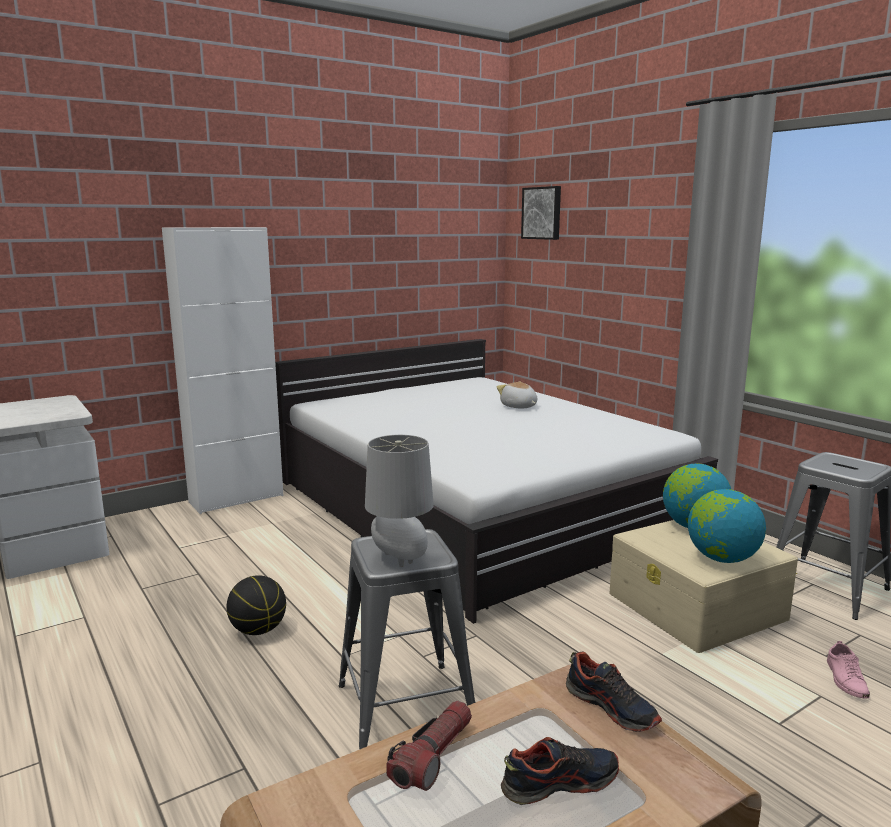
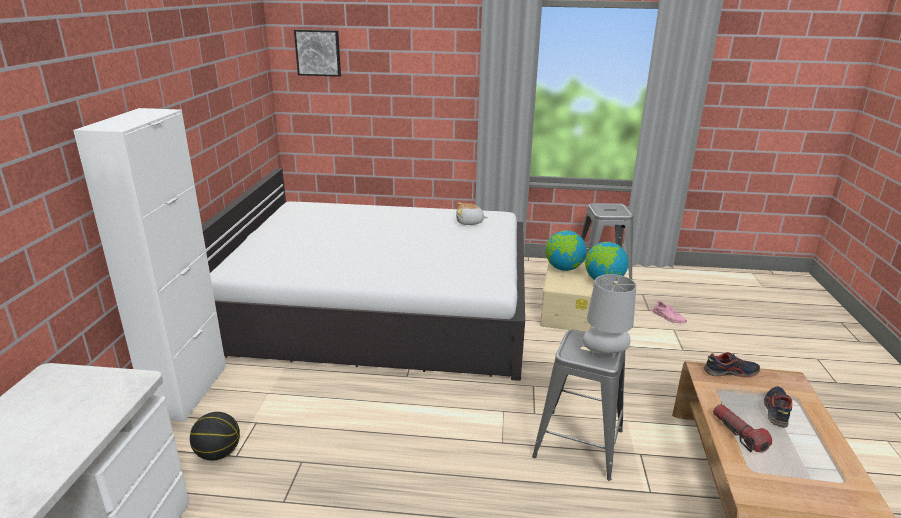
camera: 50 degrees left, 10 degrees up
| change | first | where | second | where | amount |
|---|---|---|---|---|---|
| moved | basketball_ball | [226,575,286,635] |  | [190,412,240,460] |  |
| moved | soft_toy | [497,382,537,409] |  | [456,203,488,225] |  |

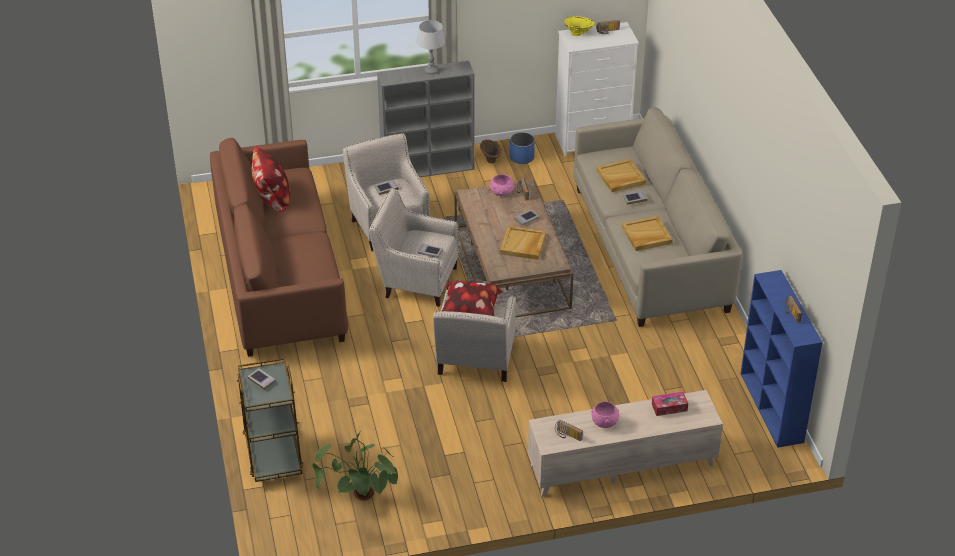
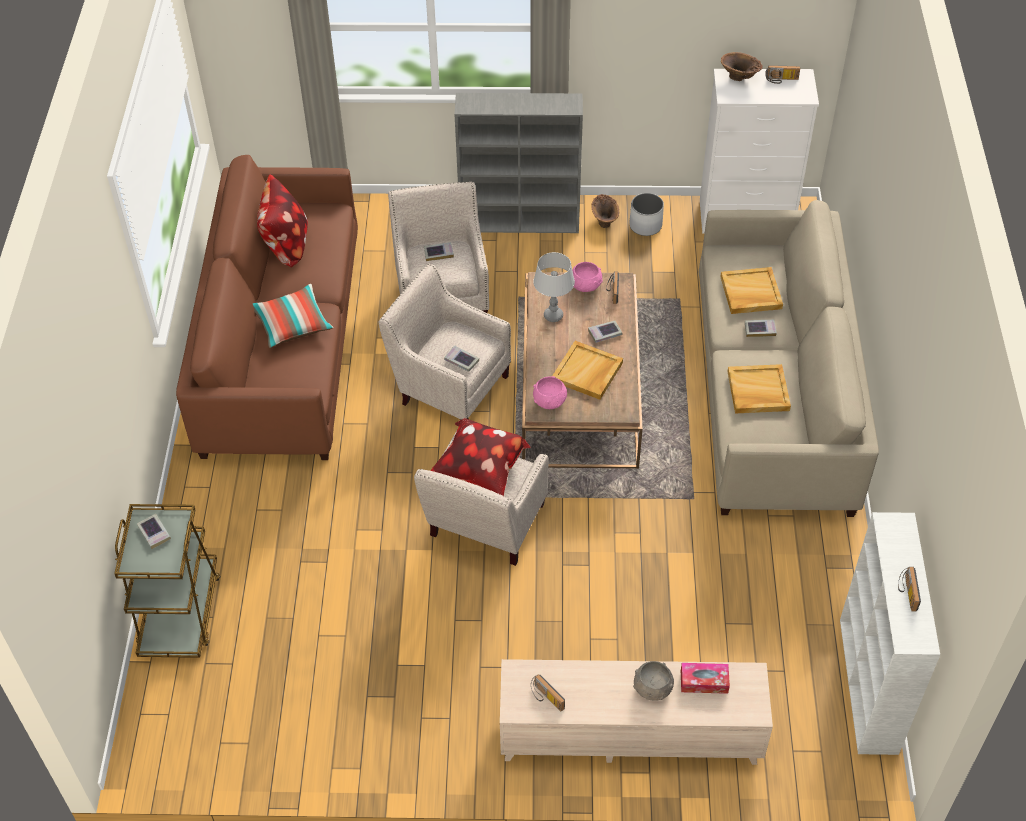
camera: 15 degrees right, 10 degrees up
| change | first | where | second | where | amount |
|---|---|---|---|---|---|
| added |  |  | pillow | [253,284,334,348] |  |
| moved | greyish_tabletop_lamp | [416,20,446,74] |  | [533,252,575,322] |  |
| moved | pinkish_deep_dish | [591,401,619,428] |  | [533,376,567,409] |  |
| recoloured | bluish_plant_pot | [510,132,535,164] | whitish_plant_pot | [630,193,664,236] |  |
| added |  |  | greyish_deep_dish | [633,661,674,701] |  |
| recoloured | yellow-coloured_decorative_vase | [564,16,595,36] | brownish_decorative_vase | [721,52,763,81] |  |
| recoloured | bluish_shelving_unit | [740,270,823,448] | whitish_shelving_unit | [840,512,940,755] |  |
| removed | houseplant | [312,432,398,500] |  |  |  |

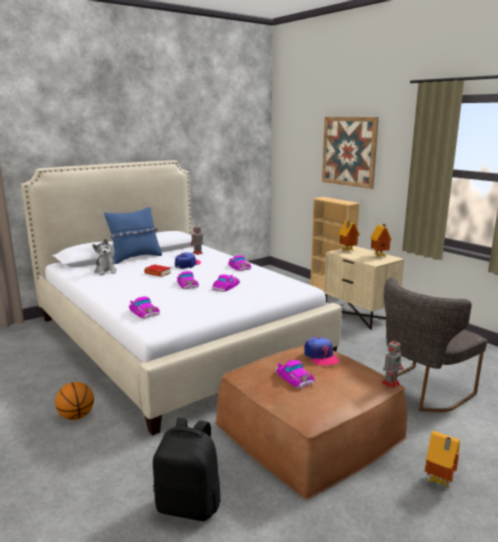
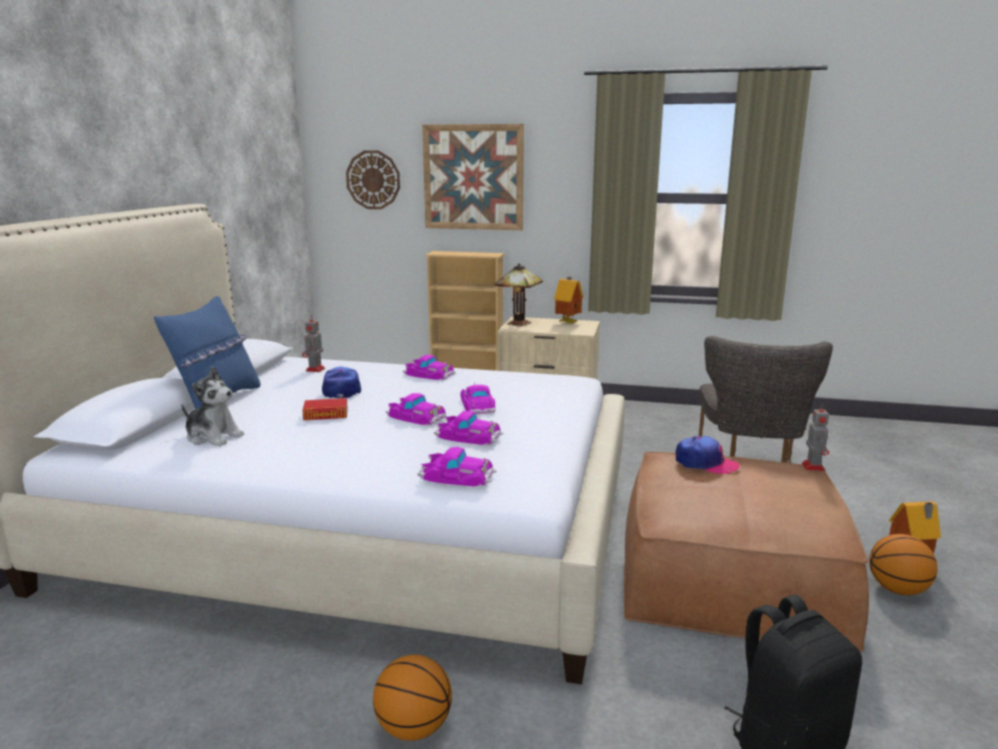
camera: 40 degrees left, 0 degrees up
| change | first | where | second | where | amount |
|---|---|---|---|---|---|
| added |  |  | clock_on_the_wall | [346,151,400,209] |  |
| moved | toy_car | [276,360,315,388] |  | [434,411,503,445] |  |
| replaced | model_house | [339,221,360,252] | tabletop_lamp | [495,263,543,326] |  |
| added |  |  | basketball_ball | [869,534,938,595] |  |

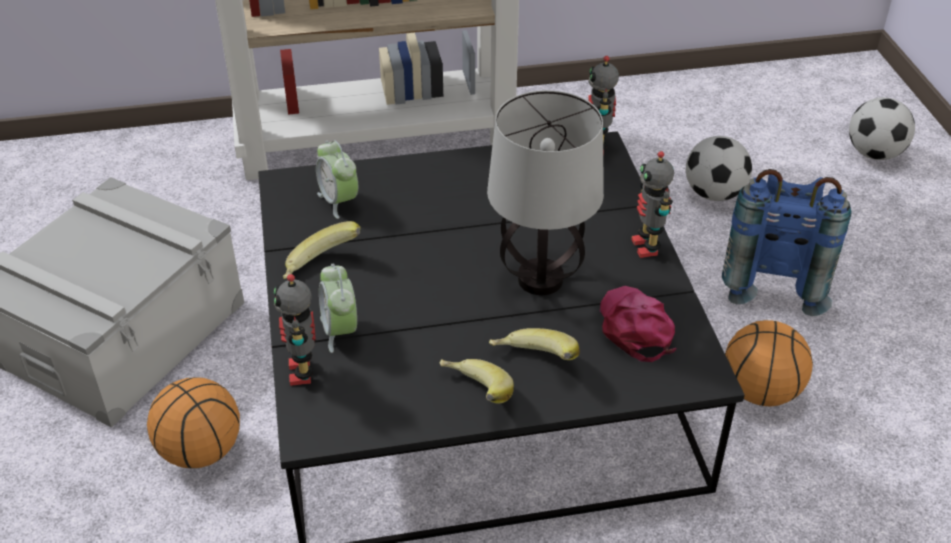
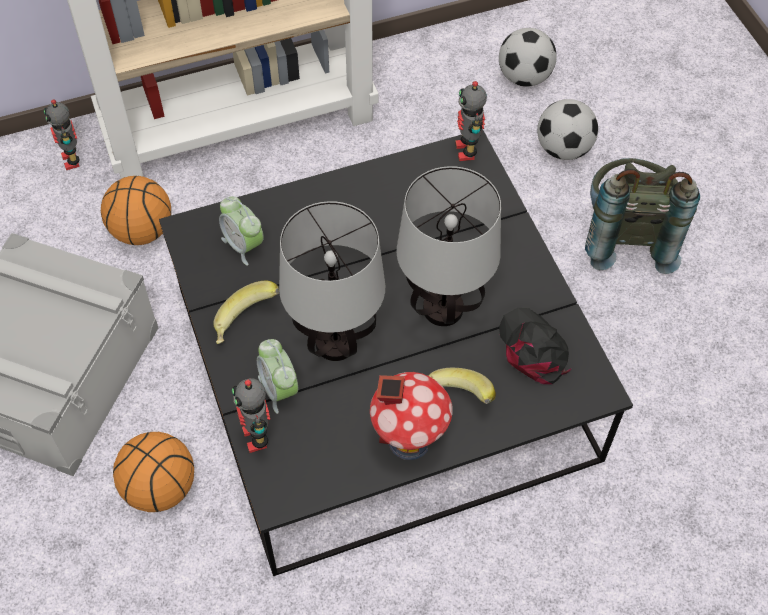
camera: 10 degrees left, 15 degrees up
| change | first | where | second | where | amount |
|---|---|---|---|---|---|
| moved | model_robot | [631,151,674,258] |  | [44,99,80,170] |  |
| moved | basketball_ball | [725,320,813,407] |  | [101,176,171,245] |  |
| added |  |  | tabletop_lamp | [279,201,385,361] |  |
| replaced | banana_fruit | [440,359,514,404] | model_house | [370,372,453,460] |  |
| moved | football | [849,97,915,160] |  | [499,28,557,87] |  |
| recoloured | pinkish_baseball_cap | [600,286,676,362] | black-coloured_baseball_cap | [499,308,572,384] |  |
| recoloured | bluish_knapsack | [722,169,851,316] | greyish_knapsack | [585,158,700,274] |  |

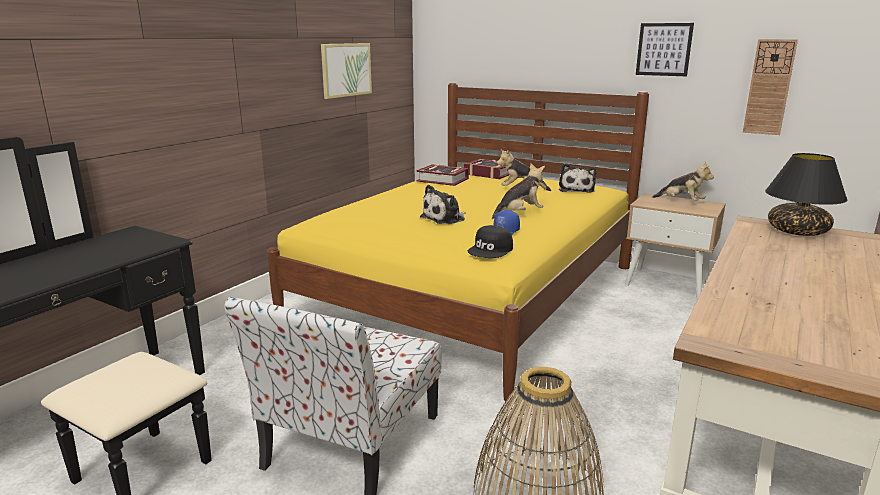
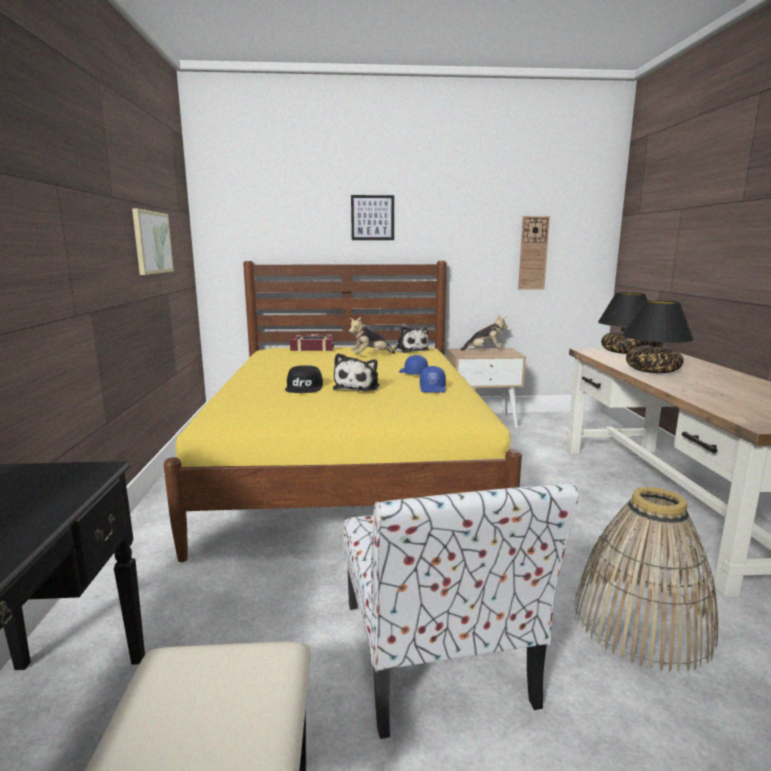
camera: 35 degrees left, 5 degrees down
| change | first | where | second | where | amount |
|---|---|---|---|---|---|
| moved | black-coloured_baseball_cap | [468,225,513,258] |  | [285,365,323,393] |  |
| moved | picture | [636,23,694,76] |  | [351,195,394,240] |  |
| replaced | soft_toy | [492,164,545,219] | bluish_baseball_cap | [399,355,428,375] |  |
| added |  |  | black-coloured_tabletop_lamp | [622,300,694,373] |  |
| removed | book | [416,164,469,186] |  |  |  |

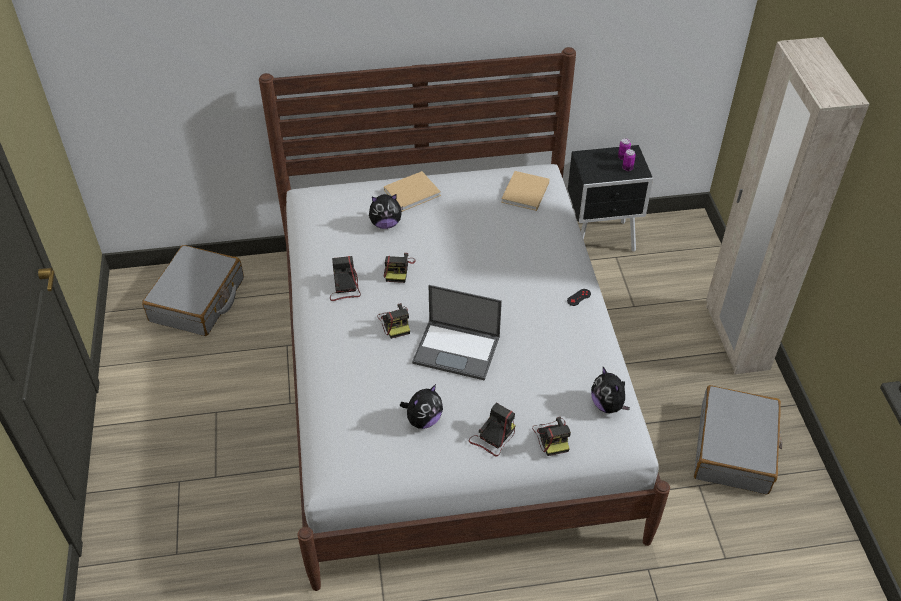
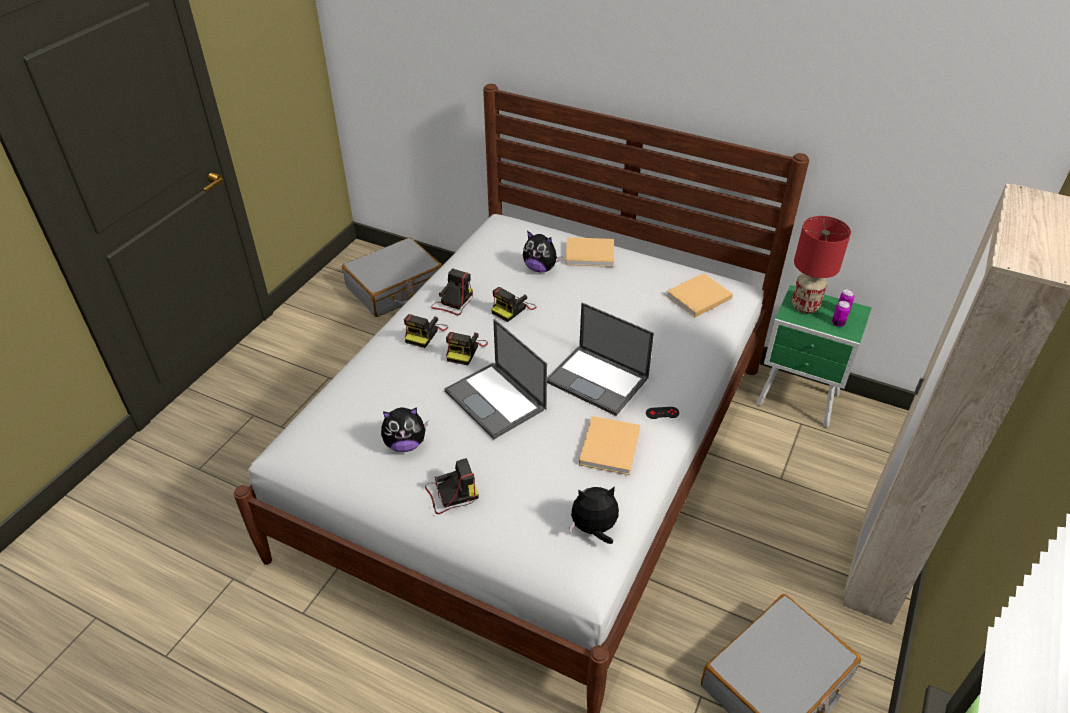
camera: 35 degrees right, 5 degrees down
| change | first | where | second | where | amount |
|---|---|---|---|---|---|
| moved | photo_camera | [532,417,571,456] |  | [404,314,448,348] |  |
| added |  |  | laptop | [547,302,654,416] |  |
| turned | soft_toy | [591,367,630,413] |  | [570,486,619,544] | 75 degrees clockwise |
| added |  |  | beige_book | [579,416,640,475] |  |
| recoloured | black-coloured_nightstand | [568,145,653,252] | greenish_nightstand | [757,285,872,428] |  |
| added |  |  | red-coloured_tabletop_lamp | [792,216,851,314] |  |

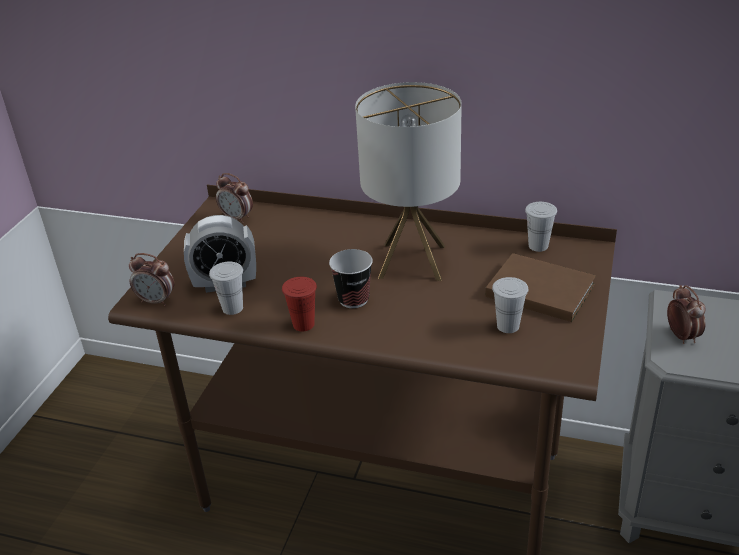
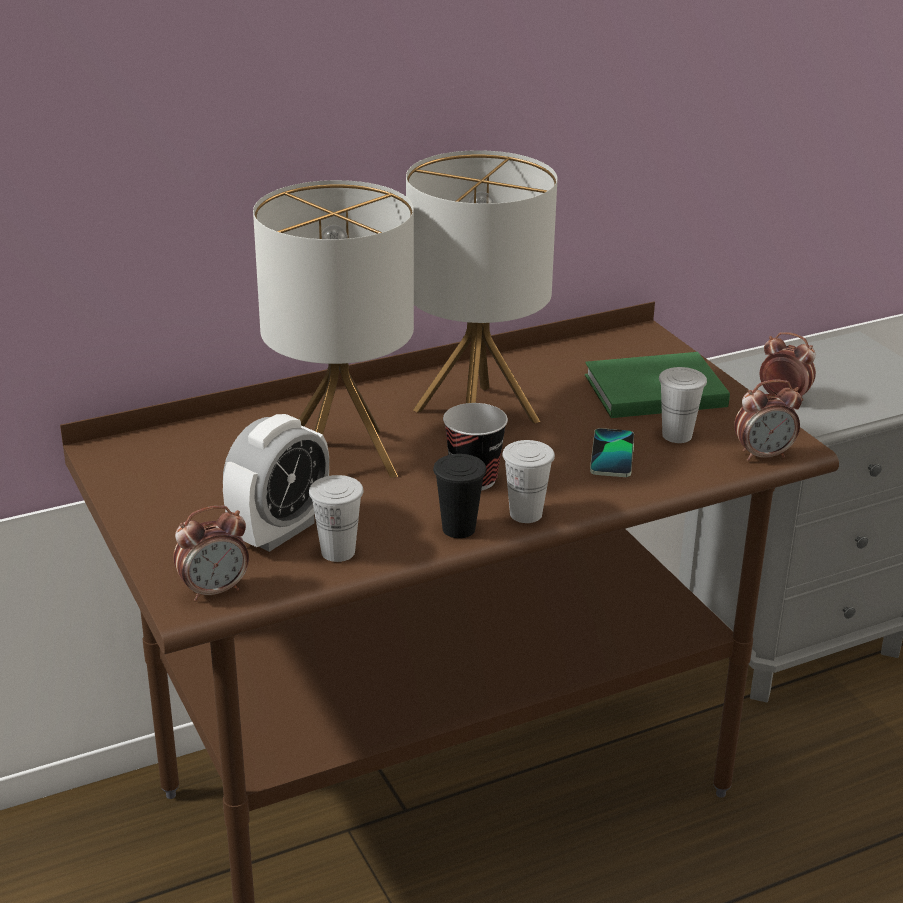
camera: 45 degrees left, 5 degrees down
| change | first | where | second | where | amount |
|---|---|---|---|---|---|
| added |  |  | tabletop_lamp | [253,180,414,477] |  |
| recoloured | red-coloured_cup | [282,277,317,332] | black-coloured_cup | [433,454,486,538] |  |
| moved | whitish_cup | [525,202,557,252] |  | [502,440,555,523] |  |
| recoloured | brownish_book | [485,253,596,322] | greenish_book | [585,352,730,418] |  |
| added |  |  | handset | [590,428,634,477] |  |
| moved | bedside_clock | [216,173,253,223] |  | [734,380,802,461] |  |

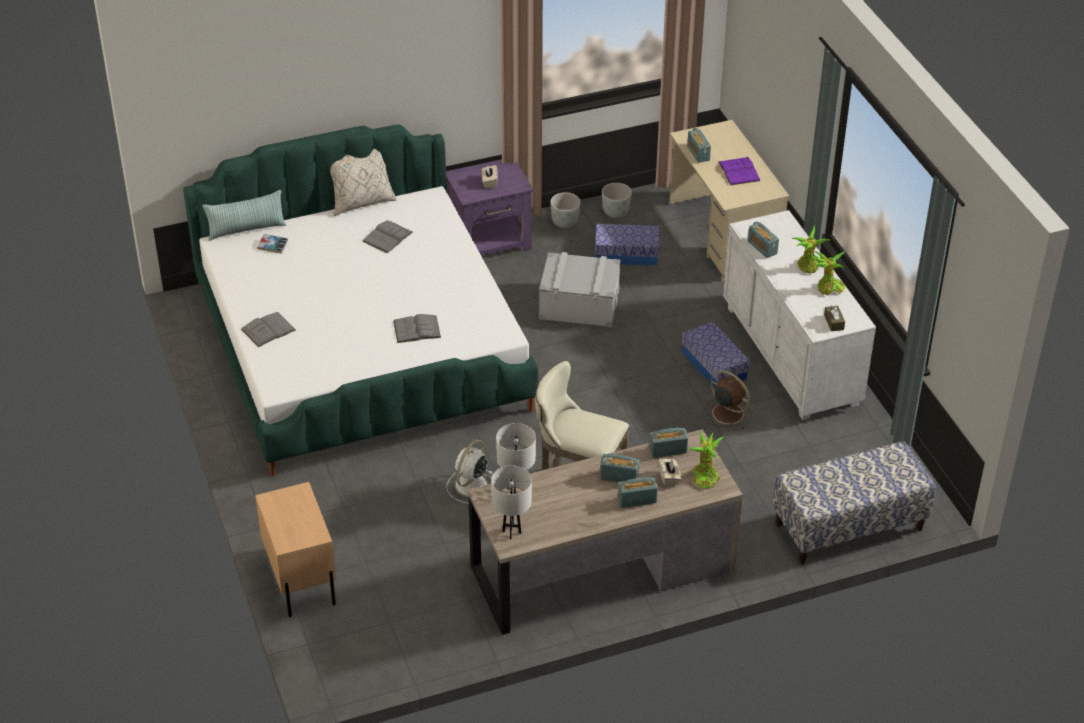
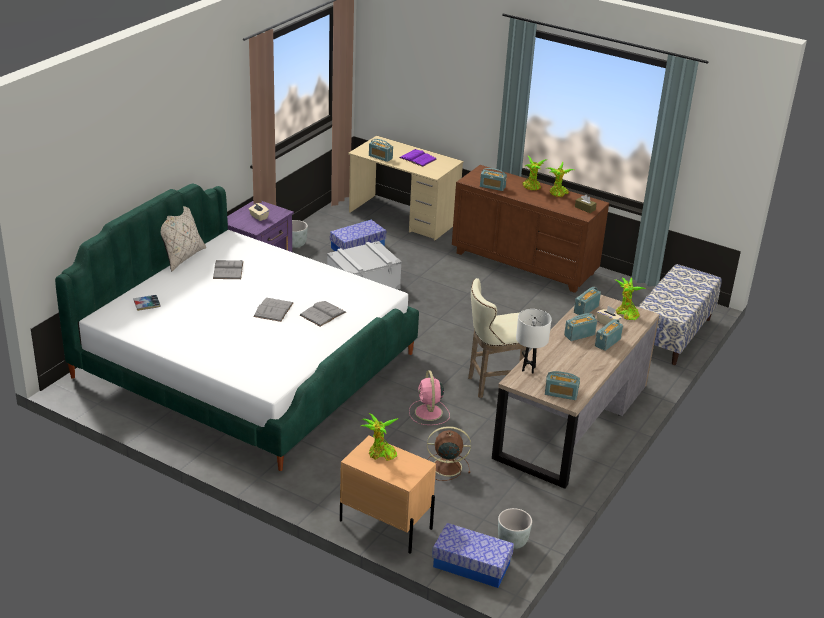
camera: 40 degrees left, 10 degrees down
| change | first | where | second | where | amount |
|---|---|---|---|---|---|
| moved | greyish_book | [241,312,296,347] |  | [253,298,293,322] |  |
| added |  |  | houseplant | [361,413,398,461] |  |
| recoloured | whitish_electric_fan | [447,440,493,504] | pinkish_electric_fan | [409,370,450,425] |  |
| moved | brownish_electric_fan | [703,371,752,429] |  | [427,426,471,481] |  |
| moved | storage_container | [682,321,750,388] |  | [432,523,514,588] |  |
| recoloured | whitish_drawer_chest | [723,210,876,420] | brownish_drawer_chest | [452,165,609,293] |  |
| moved | greyish_plant_pot | [602,183,632,218] |  | [498,508,532,549] |  |
| replaced | whitish_tabletop_lamp | [491,465,532,539] | radio_receiver | [545,371,580,400] |  |
| removed | pillow | [202,190,286,241] |  |  |  |

